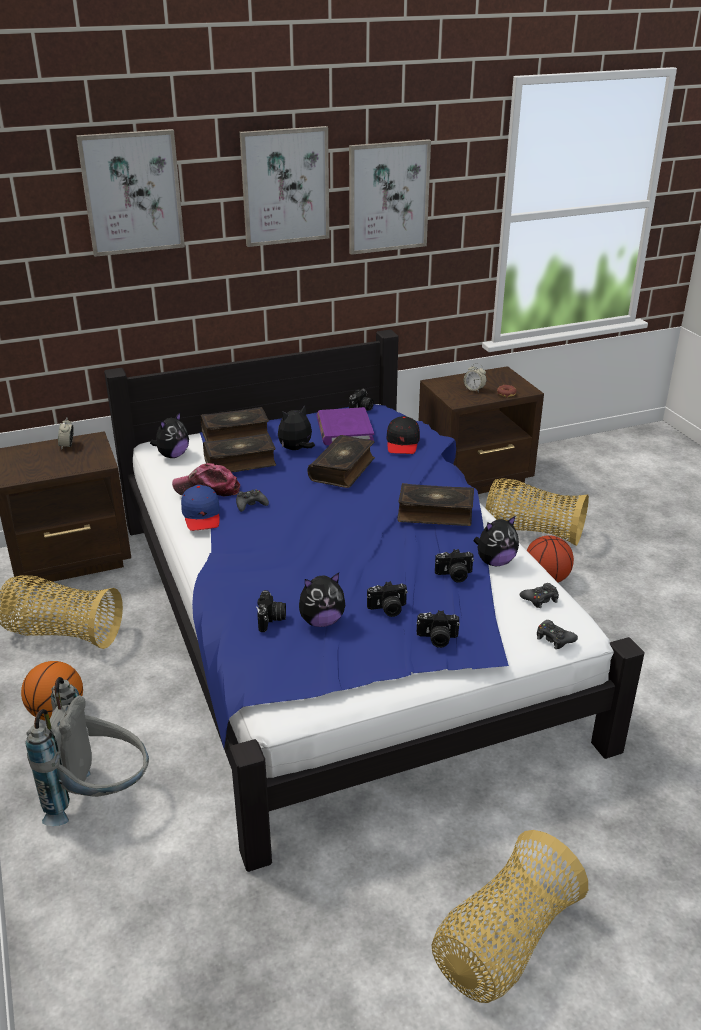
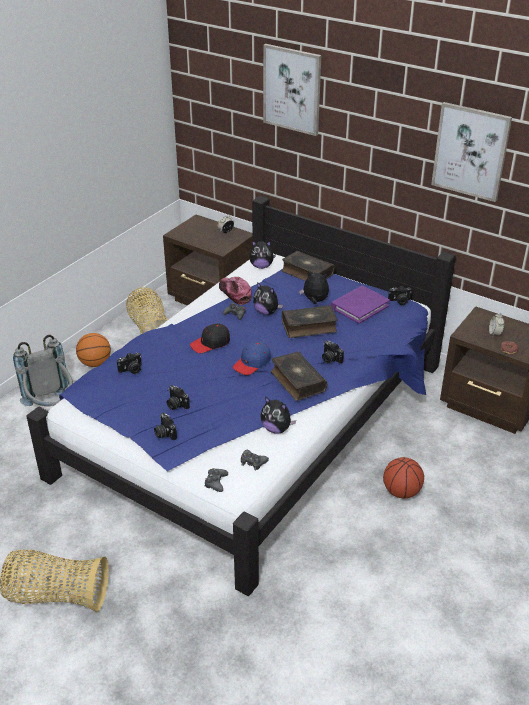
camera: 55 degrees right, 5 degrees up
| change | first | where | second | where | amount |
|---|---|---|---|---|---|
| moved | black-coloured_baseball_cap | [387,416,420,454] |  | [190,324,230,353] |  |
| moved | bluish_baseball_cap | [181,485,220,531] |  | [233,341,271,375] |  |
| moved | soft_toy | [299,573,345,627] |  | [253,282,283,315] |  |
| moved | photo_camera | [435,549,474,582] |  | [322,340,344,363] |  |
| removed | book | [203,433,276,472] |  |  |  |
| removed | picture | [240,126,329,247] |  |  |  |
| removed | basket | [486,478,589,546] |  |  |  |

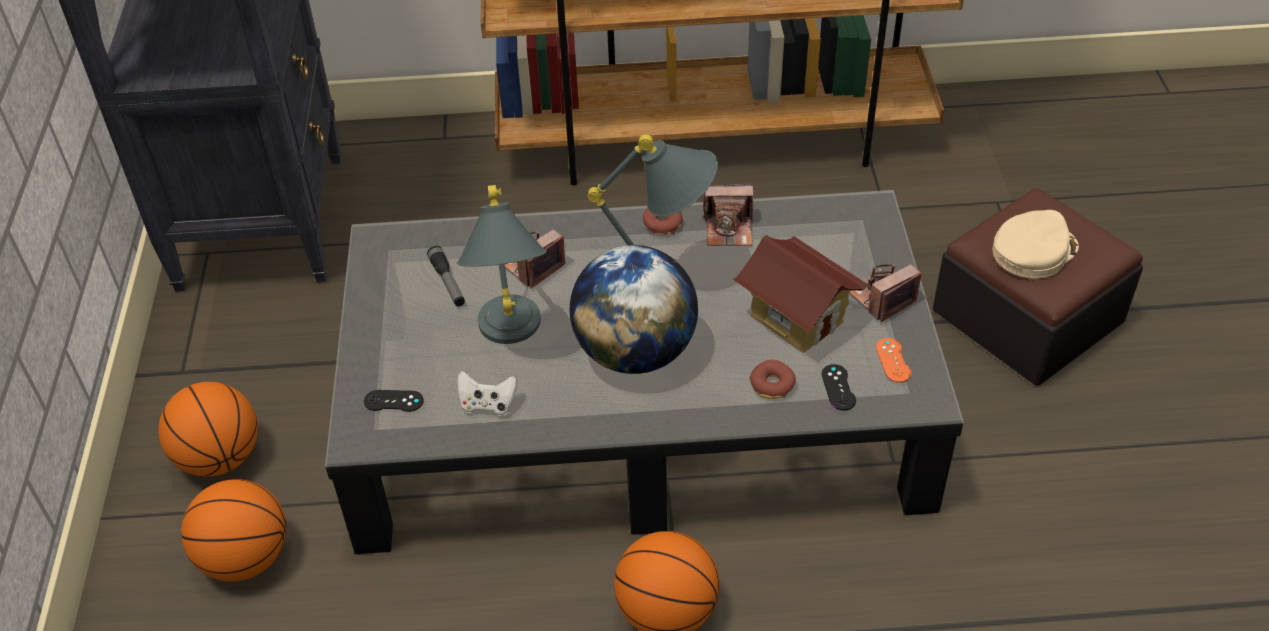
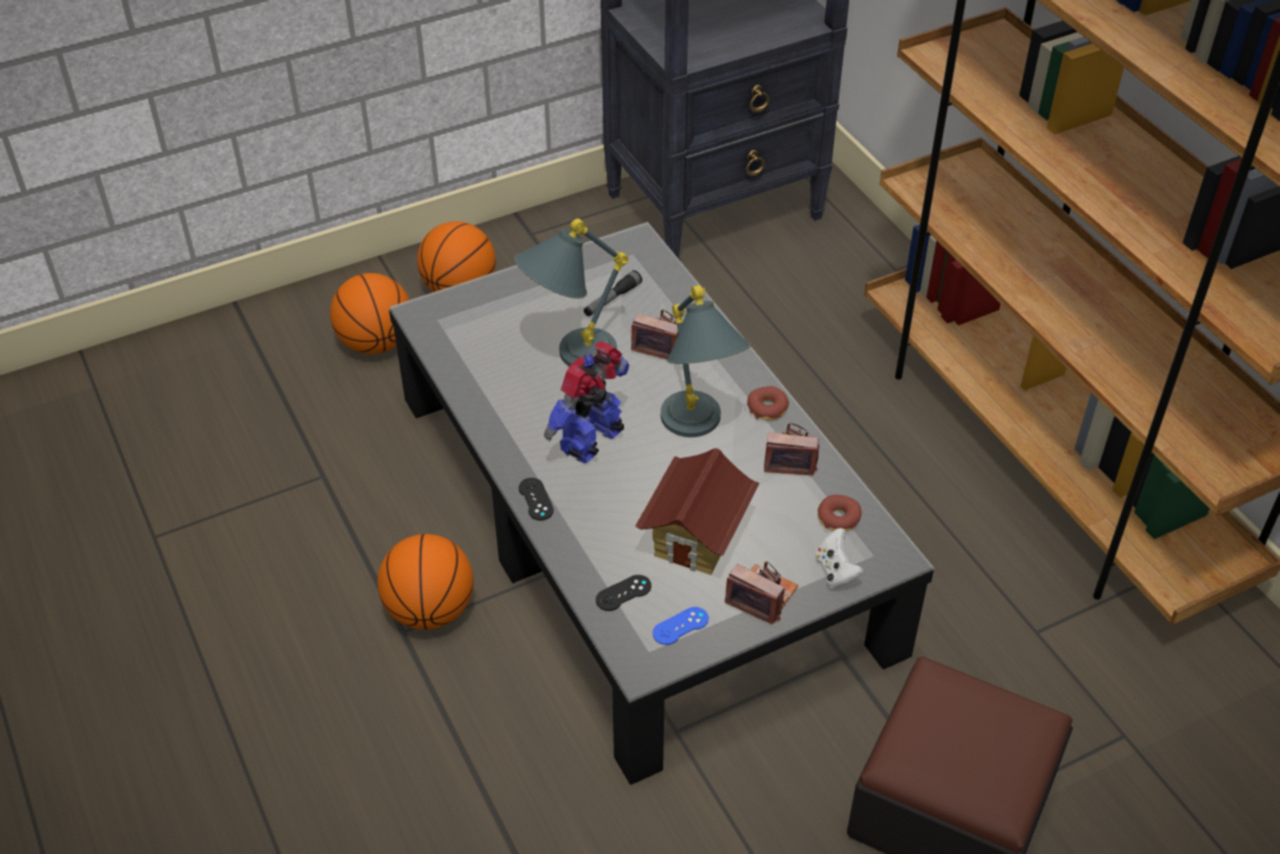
camera: 65 degrees right, 0 degrees up
| change | first | where | second | where | amount |
|---|---|---|---|---|---|
| moved | black-coloured_joypad | [364,390,424,412] |  | [519,478,554,521] |  |
| replaced | world_globe | [570,245,698,374] | model_robot | [544,341,629,463] |  |
| recoloured | orange-coloured_joypad | [876,338,911,383] | bluish_joypad | [653,607,709,645] |  |
| turned | photo_camera | [702,183,753,246] |  | [764,422,820,475] | 120 degrees clockwise |
| moved | whitish_joypad | [457,371,517,416] |  | [815,528,864,589] |  |
| moved | donut | [750,360,796,399] |  | [818,495,862,531] |  |
| removed | beige_baseball_cap | [992,210,1079,279] |  |  |  |

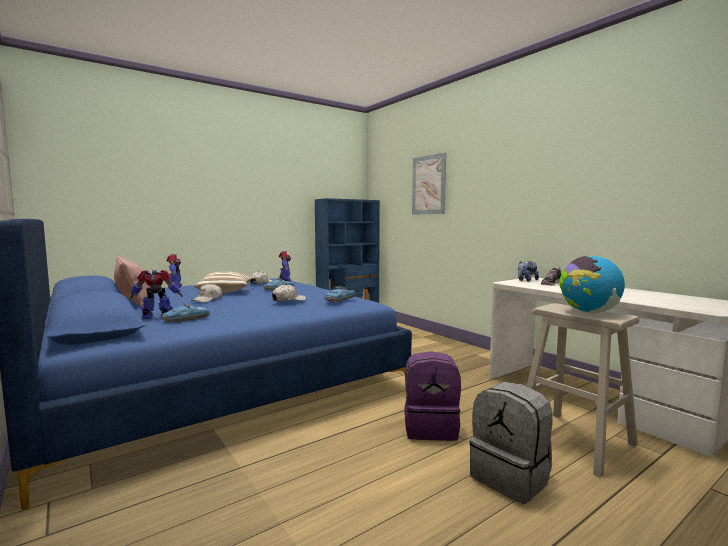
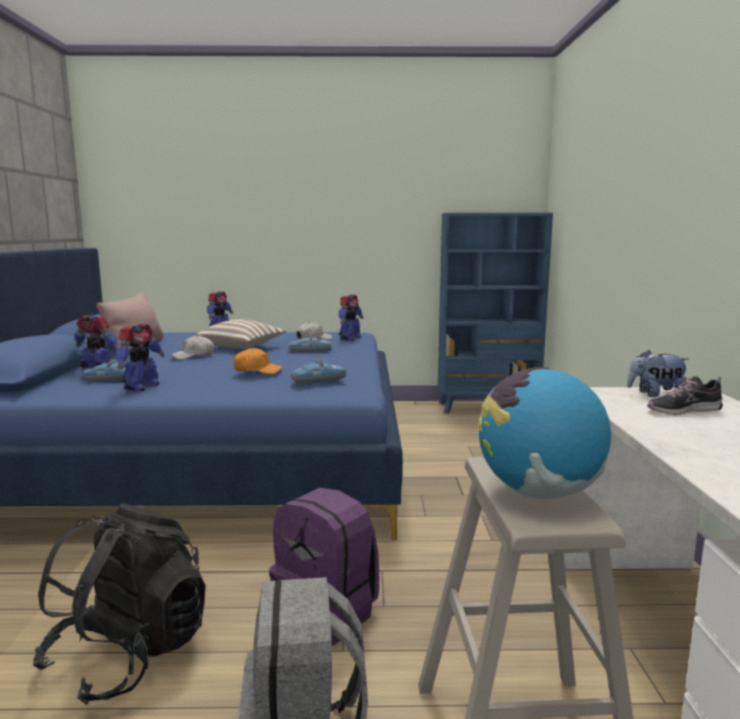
camera: 35 degrees right, 5 degrees up
| change | first | where | second | where | amount |
|---|---|---|---|---|---|
| added |  |  | black-coloured_knapsack | [33,504,206,705] |  |
| added |  |  | model_robot | [115,324,165,392] |  |
| recoloured | whitish_baseball_cap | [272,284,306,301] | orange-coloured_baseball_cap | [234,348,282,374] |  |
| removed | picture | [412,153,446,215] |  |  |  |

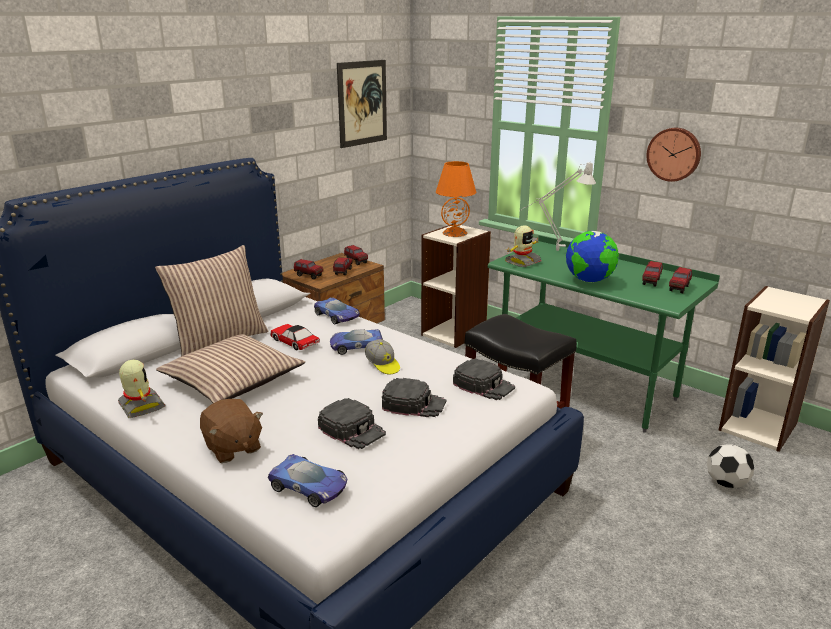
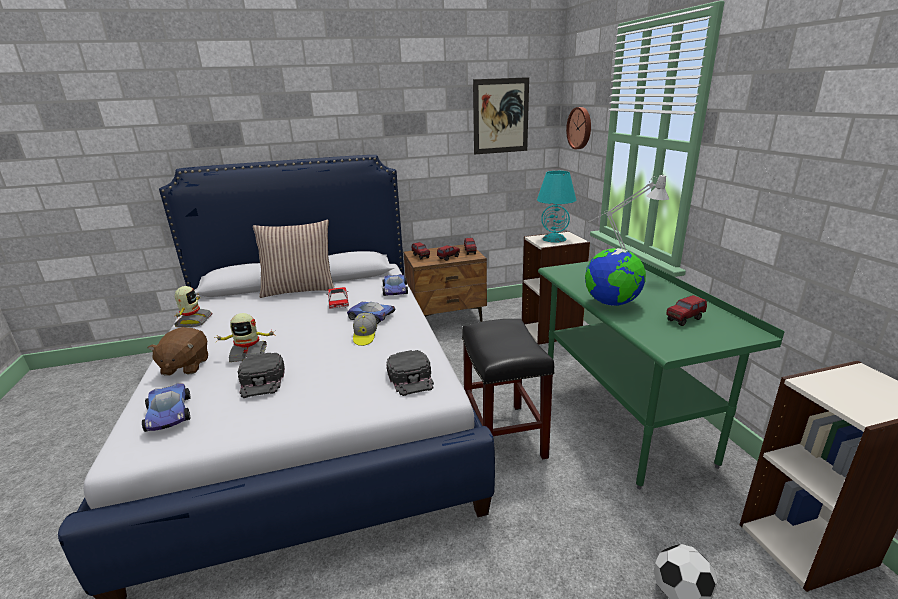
camera: 35 degrees right, 0 degrees up
| change | first | where | second | where | amount |
|---|---|---|---|---|---|
| moved | model_robot | [505,225,542,267] |  | [214,313,274,362] |  |
| recoloured | orange-coloured_tabletop_lamp | [436,161,476,237] | blue-green_tabletop_lamp | [537,171,576,243] |  |
| moved | clock_on_the_wall | [646,128,701,182] |  | [566,107,591,149] |  |
| removed | pillow | [156,334,305,403] |  |  |  |
| removed | black-coloured_baseball_cap | [382,378,447,417] |  |  |  |
| removed | toy_lorry | [669,267,692,293] |  |  |  |

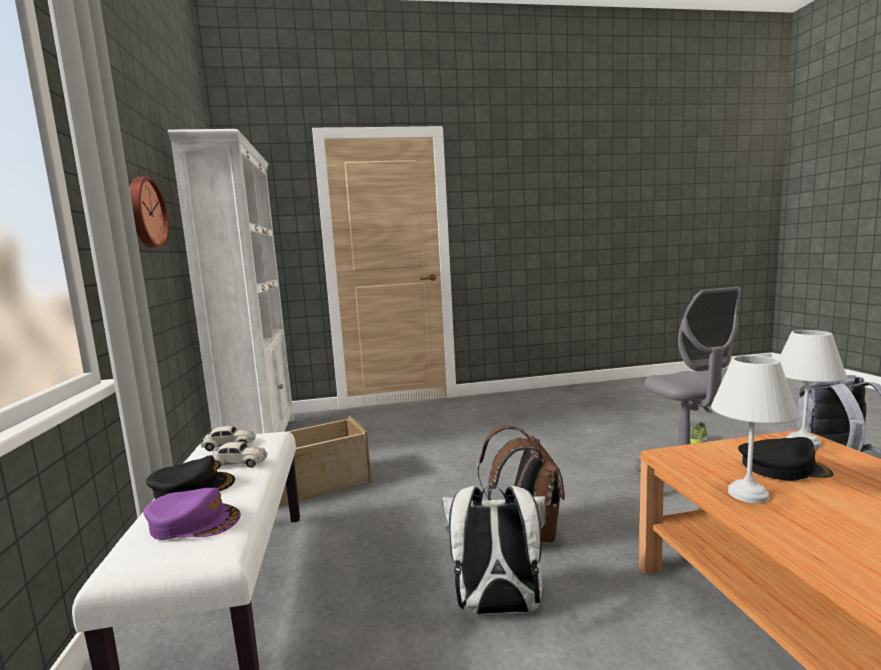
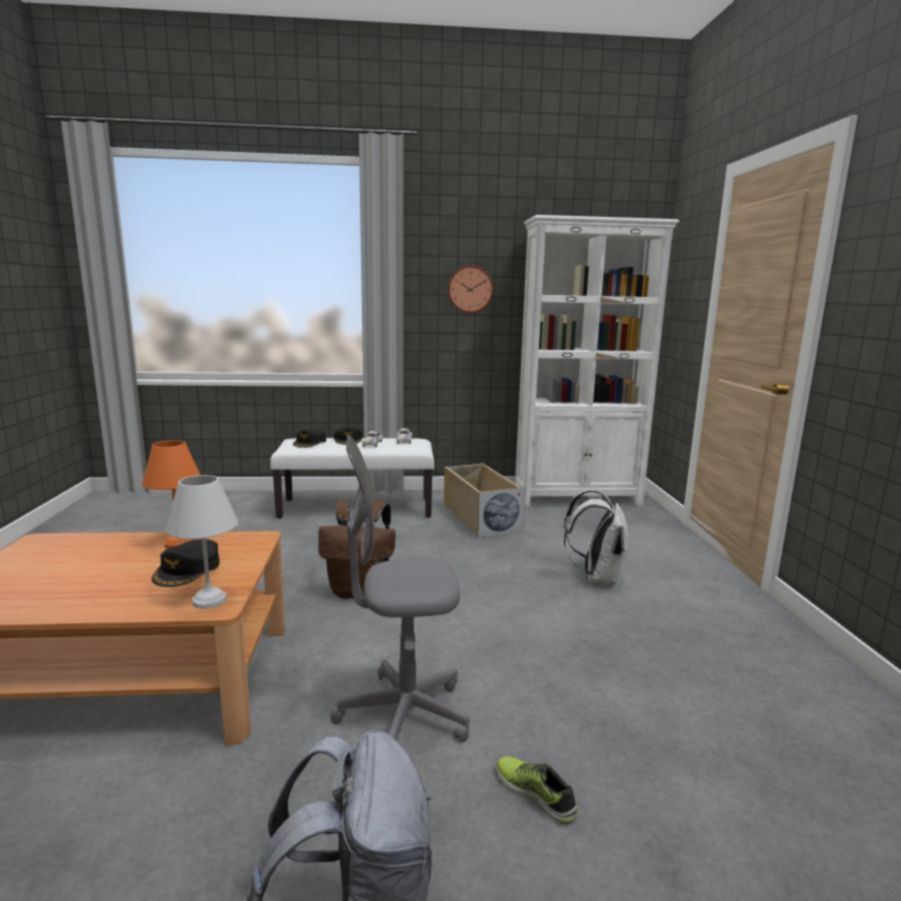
camera: 95 degrees right, 5 degrees up
| change | first | where | second | where | amount |
|---|---|---|---|---|---|
| recoloured | whitish_tabletop_lamp | [711,355,798,503] | orange-coloured_tabletop_lamp | [142,440,201,549] |  |
| recoloured | purple-coloured_baseball_cap | [143,488,241,540] | black-coloured_baseball_cap | [293,429,326,448] |  |
| moved | whitish_knapsack | [442,486,546,614] |  | [564,489,629,586] |  |

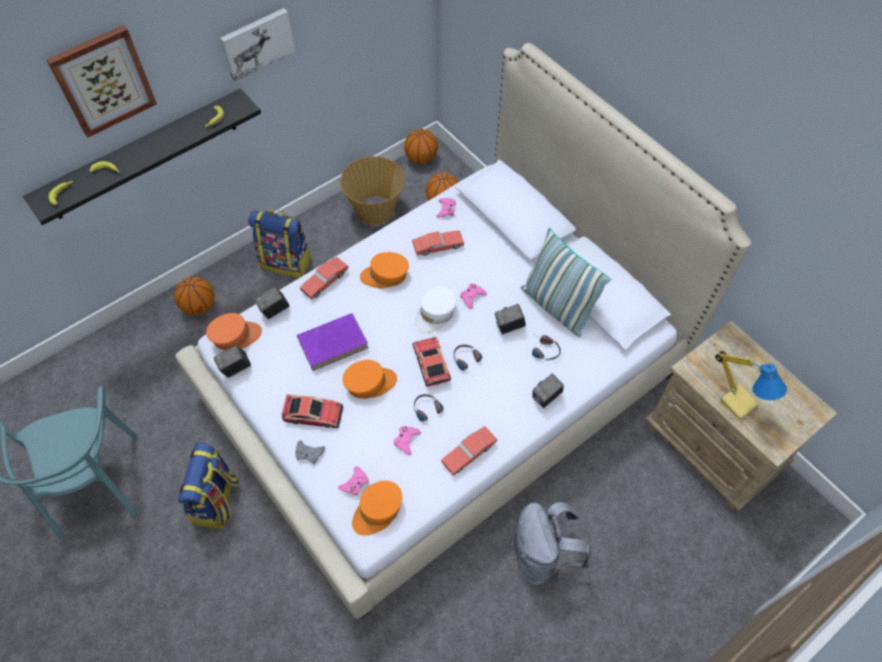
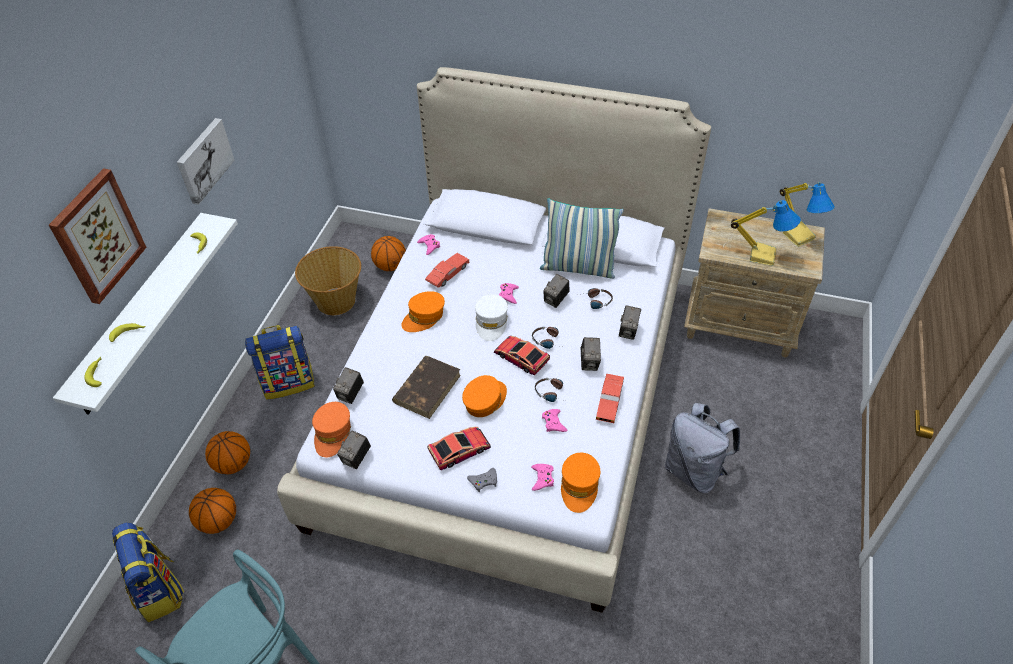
camera: 35 degrees left, 10 degrees down
| change | first | where | second | where | amount |
|---|---|---|---|---|---|
| recoloured | black-coloured_bracket_shelf | [23,88,261,225] | whitish_bracket_shelf | [53,213,238,415] |  |
| moved | knapsack | [178,442,240,529] |  | [112,522,184,622] |  |
| moved | basketball_ball | [404,129,438,164] |  | [189,488,236,534] |  |
| turned | orange-coloured_baseball_cap | [206,313,262,350] |  | [312,402,351,457] | 150 degrees clockwise |
| recoloured | purple-coloured_book | [297,313,369,371] | brownish_book | [392,356,461,419] |  |
| added |  |  | photo_camera | [581,337,601,371] |  |
| added |  |  | tabletop_lamp | [780,182,835,247] |  |
| removed | red-coloured_toy_car | [300,257,349,299] |  |  |  |

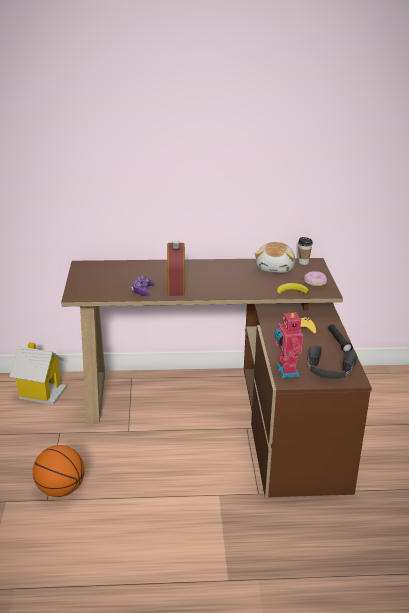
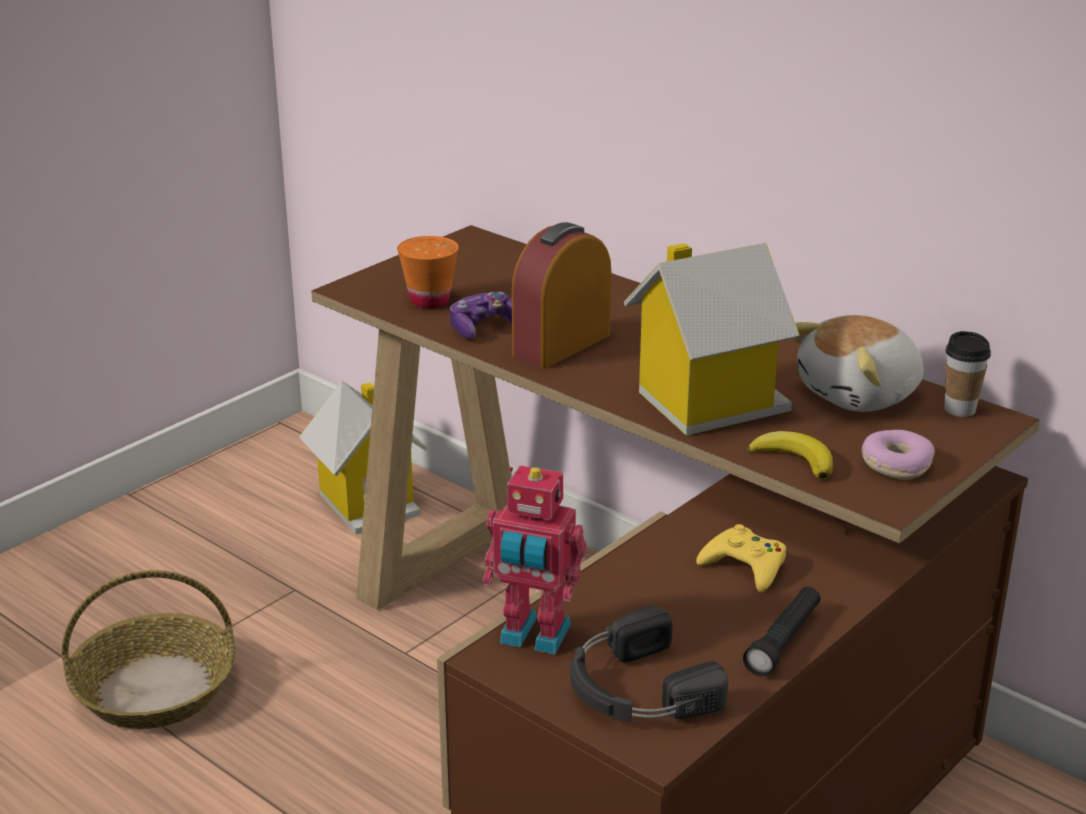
camera: 45 degrees right, 0 degrees up
| change | first | where | second | where | amount |
|---|---|---|---|---|---|
| replaced | basketball_ball | [33,445,85,497] | basket | [61,570,235,729] |  |
| added |  |  | orange-coloured_cup | [397,236,459,309] |  |
| turned | model_robot | [274,310,303,378] |  | [483,465,586,654] | 105 degrees counterclockwise |
| added |  |  | model_house | [624,243,800,436] |  |

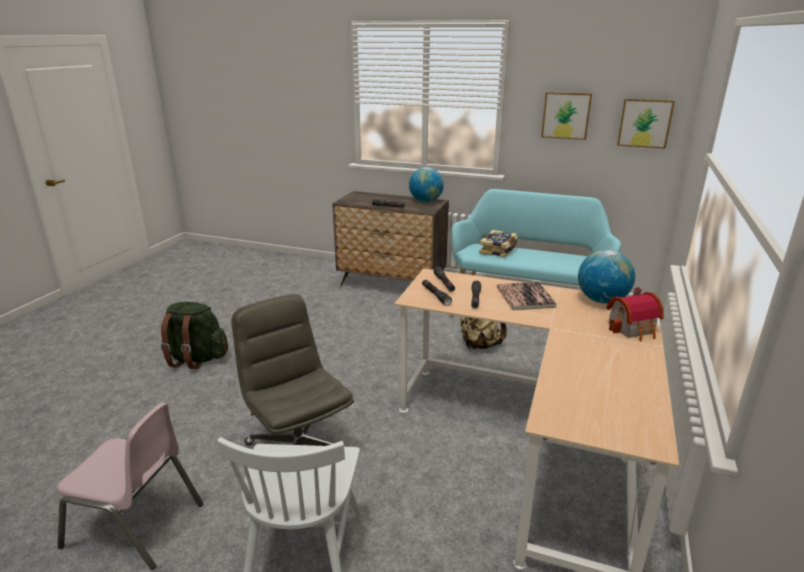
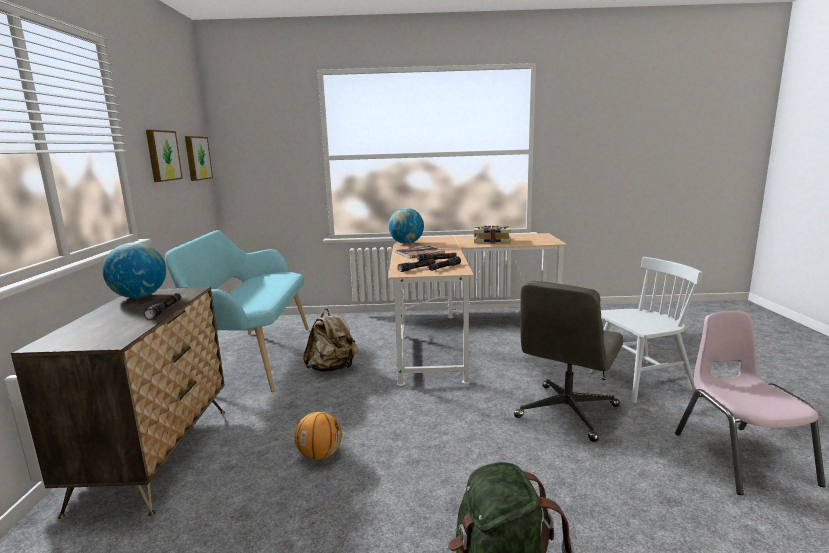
camera: 110 degrees left, 10 degrees down
| change | first | where | second | where | amount |
|---|---|---|---|---|---|
| added |  |  | basketball_ball | [295,412,342,460] |  |
| moved | book | [479,230,518,258] |  | [474,225,511,243] |  |
| removed | model_house | [606,287,664,342] |  |  |  |

